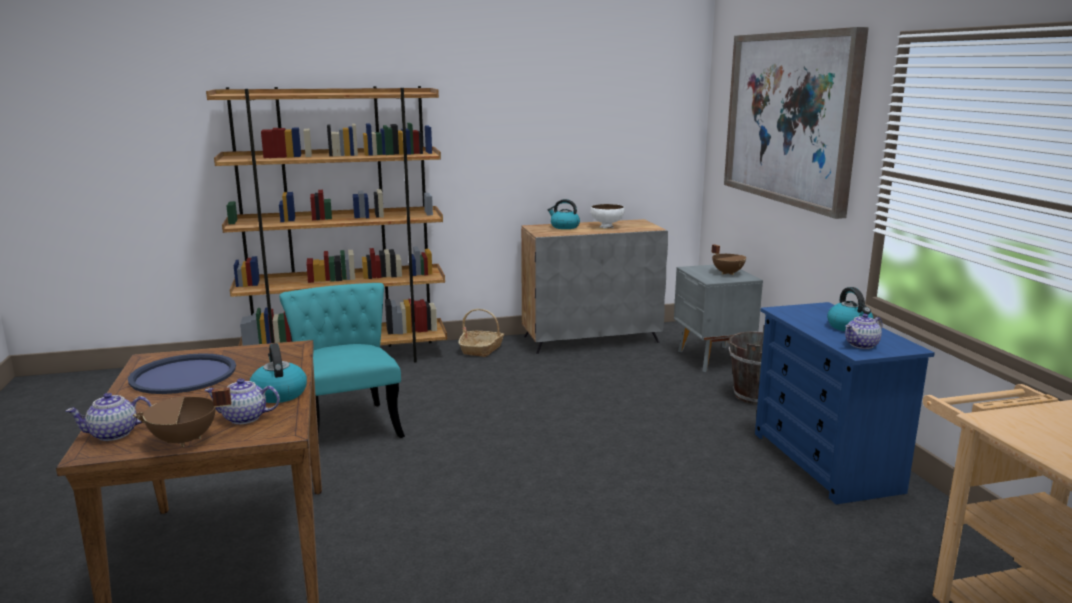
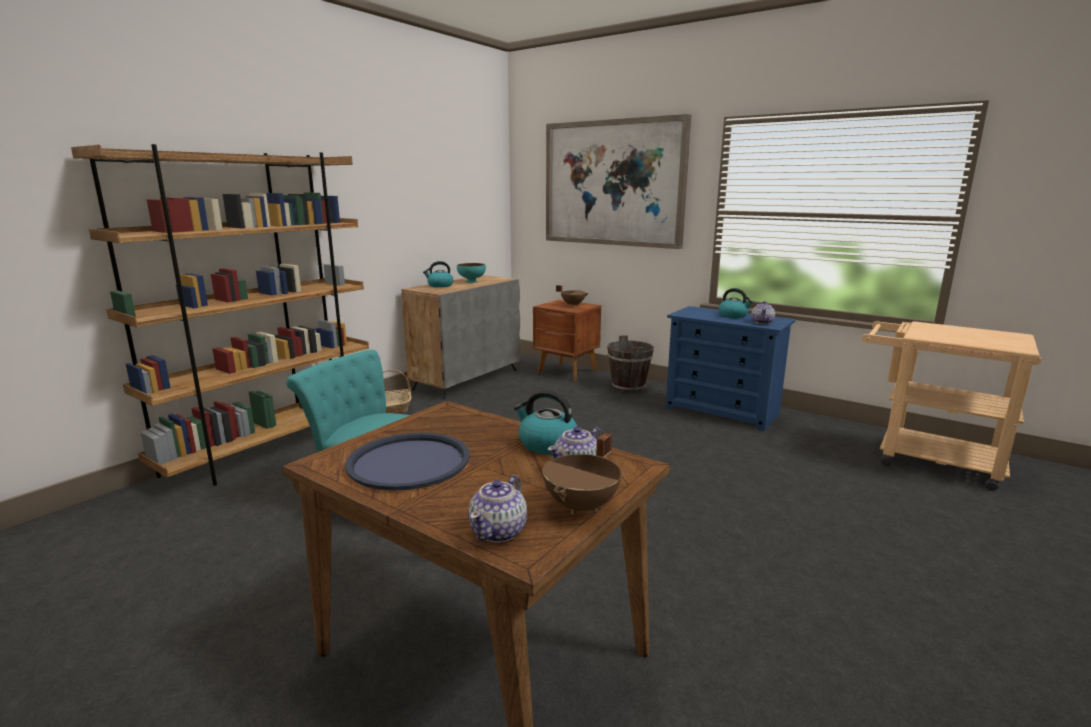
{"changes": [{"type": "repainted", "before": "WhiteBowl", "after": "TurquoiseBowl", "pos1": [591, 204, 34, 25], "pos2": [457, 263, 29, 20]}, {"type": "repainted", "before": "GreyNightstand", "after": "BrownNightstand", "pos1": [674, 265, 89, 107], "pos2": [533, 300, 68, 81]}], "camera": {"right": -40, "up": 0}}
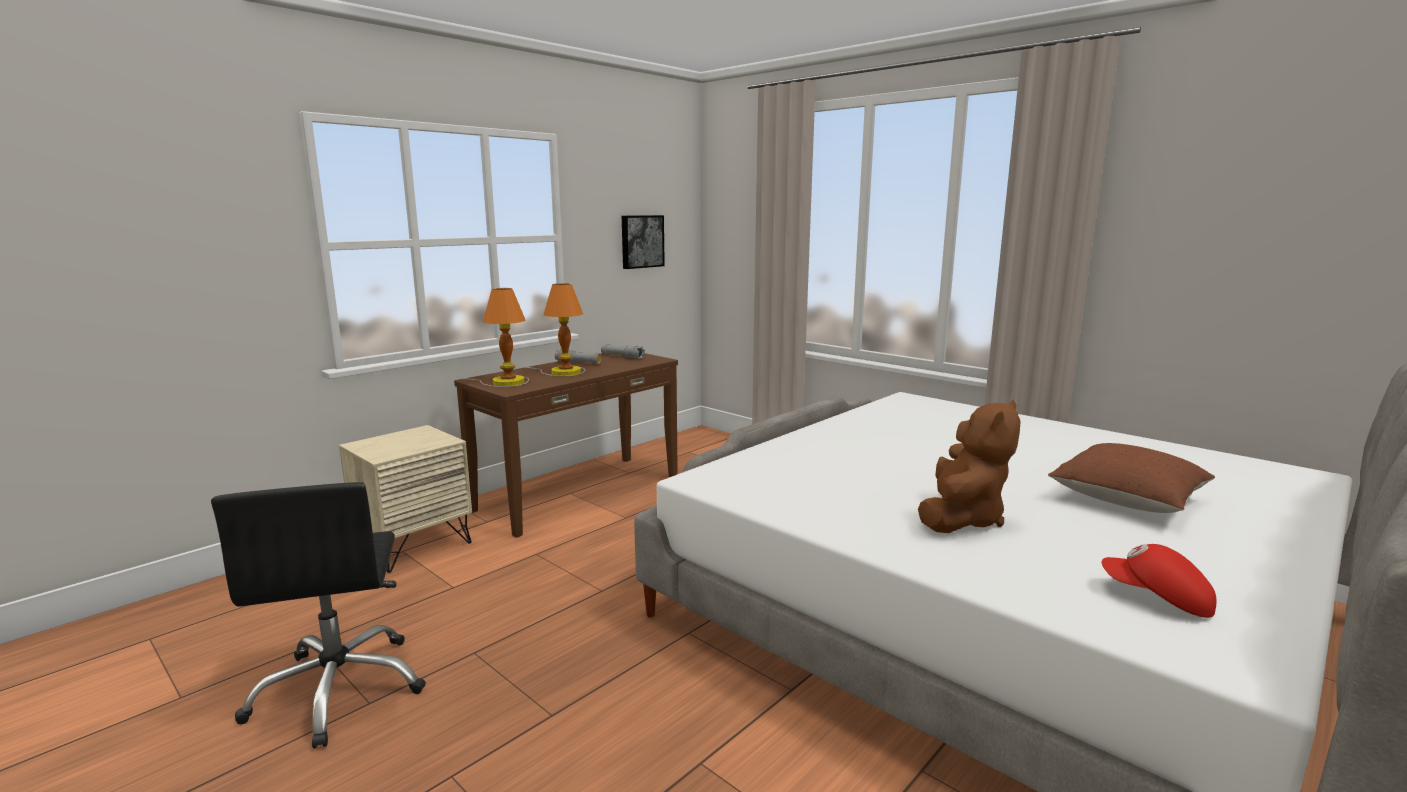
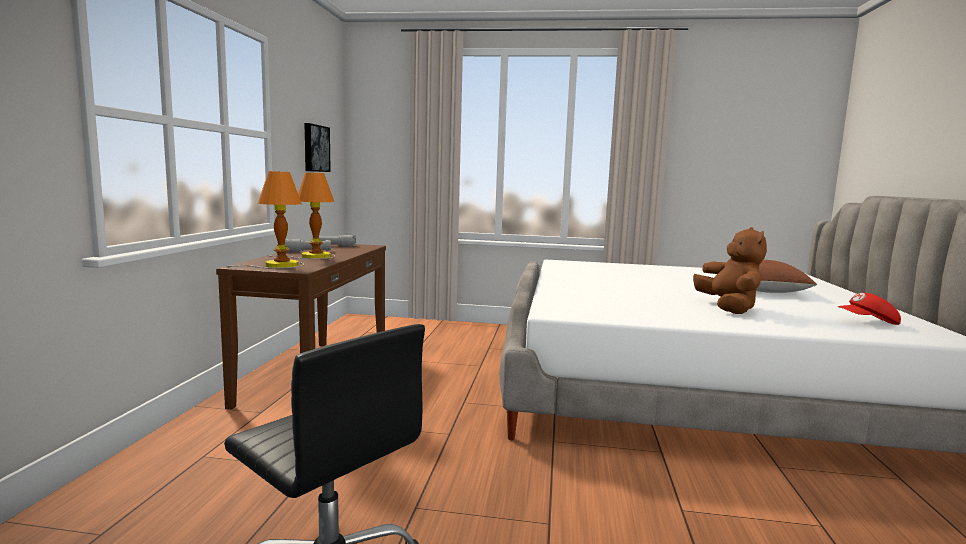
{"changes": [{"type": "gone", "before": "BeigeNightstand", "pos1": [339, 425, 133, 148]}], "camera": {"right": -35, "up": -5}}
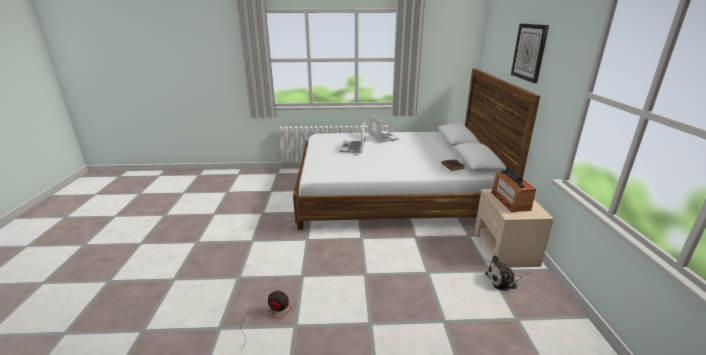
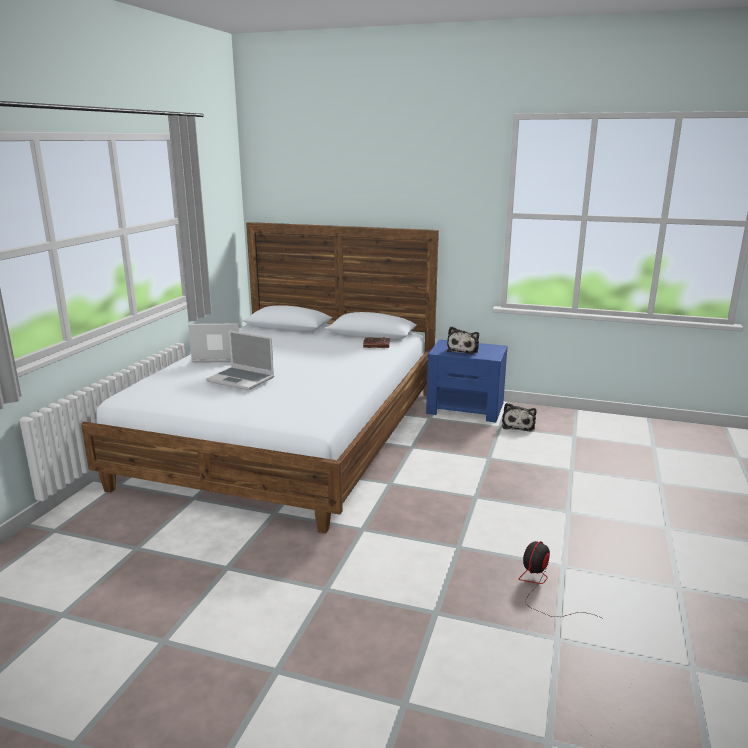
{"changes": [{"type": "repainted", "before": "BeigeNightstand", "after": "BlueNightstand", "pos1": [474, 189, 80, 79], "pos2": [426, 340, 82, 82]}, {"type": "swapped", "before": "Radio", "after": "PlushToy", "pos1": [491, 167, 45, 45], "pos2": [447, 326, 32, 28]}, {"type": "gone", "before": "WallClock", "pos1": [511, 23, 38, 60]}], "camera": {"right": -70, "up": -5}}
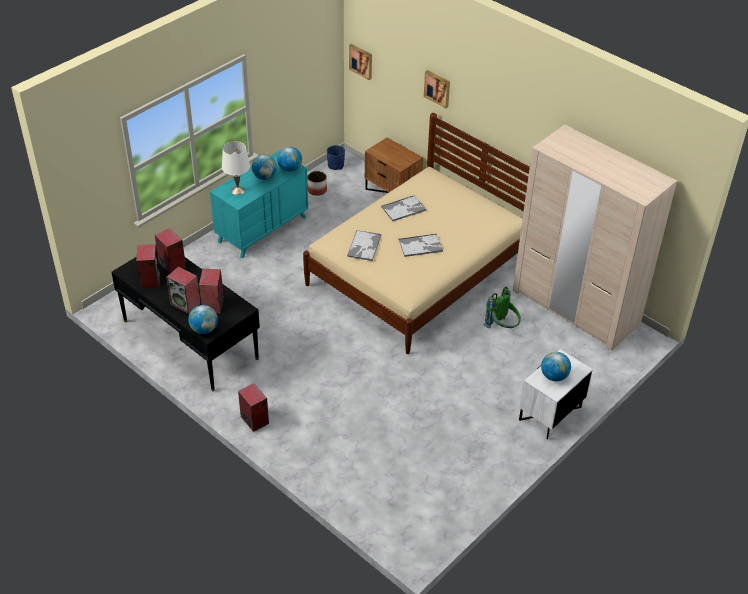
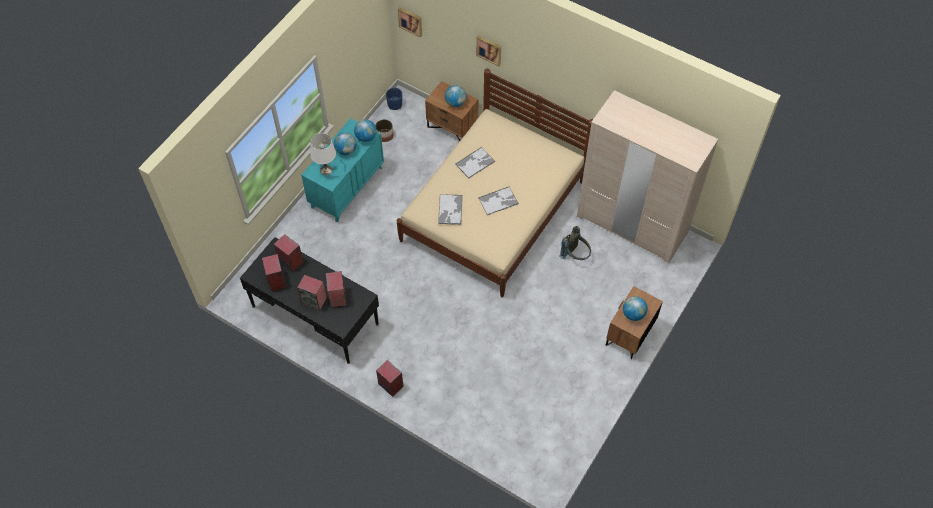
{"changes": [{"type": "shifted", "before": "Globe", "pos1": [188, 305, 30, 29], "pos2": [445, 85, 21, 22]}, {"type": "repainted", "before": "GreenBackpack", "after": "GreyBackpack", "pos1": [483, 287, 38, 41], "pos2": [559, 226, 32, 34]}, {"type": "repainted", "before": "WhiteNightstand", "after": "BrownNightstand", "pos1": [519, 349, 74, 90], "pos2": [606, 286, 57, 73]}], "camera": {"right": -10, "up": 15}}
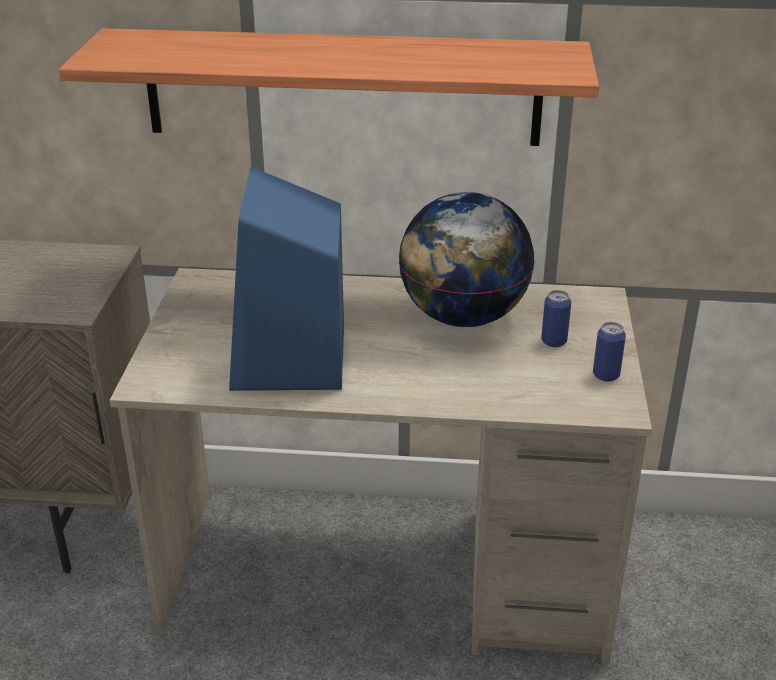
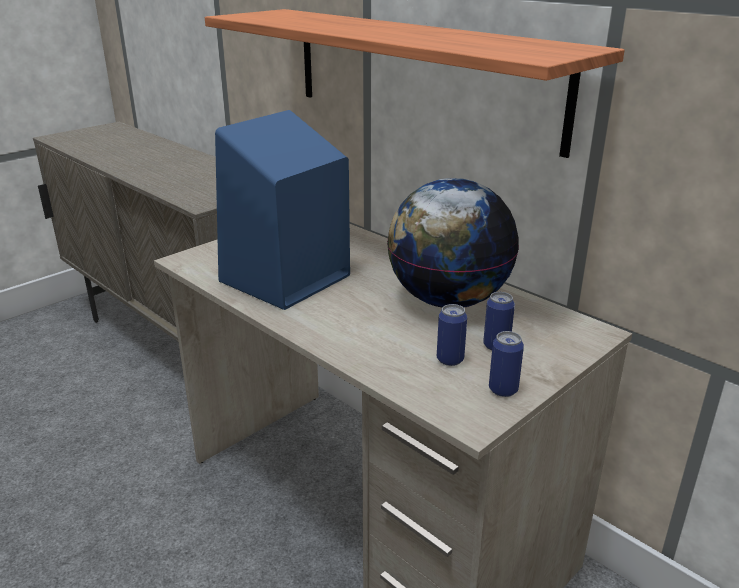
{"changes": [{"type": "new", "after": "Can", "pos2": [437, 304, 30, 62]}], "camera": {"right": 40, "up": -5}}
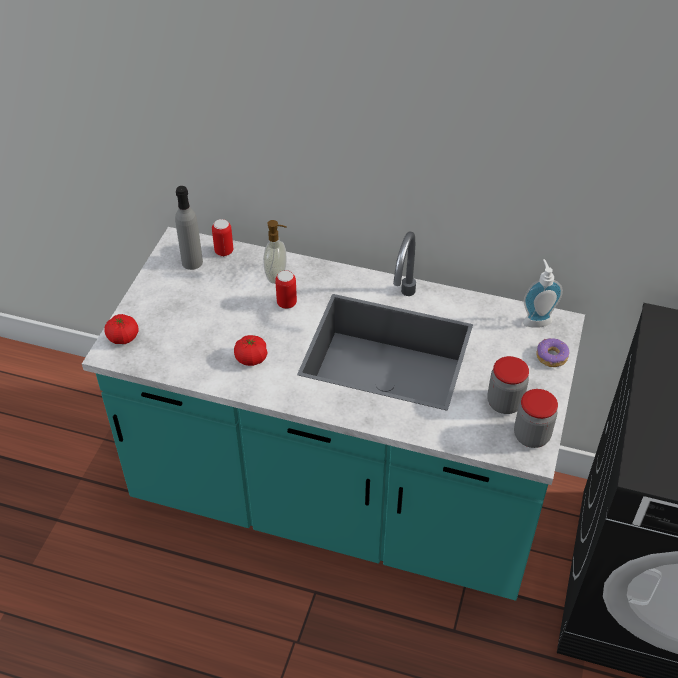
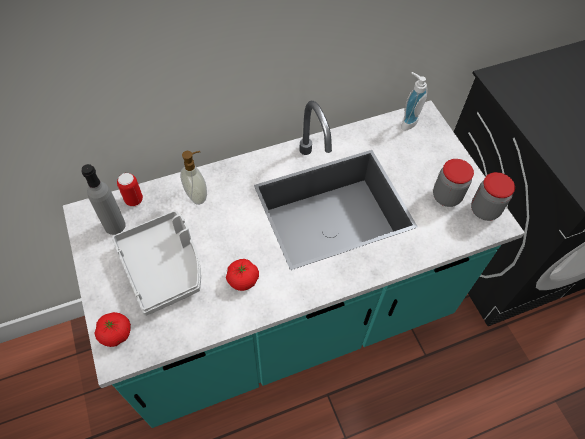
{"changes": [{"type": "gone", "before": "Can", "pos1": [275, 270, 22, 39]}, {"type": "gone", "before": "Donut", "pos1": [537, 338, 32, 29]}, {"type": "new", "after": "GreyTray", "pos2": [112, 211, 89, 105]}], "camera": {"right": -40, "up": 10}}
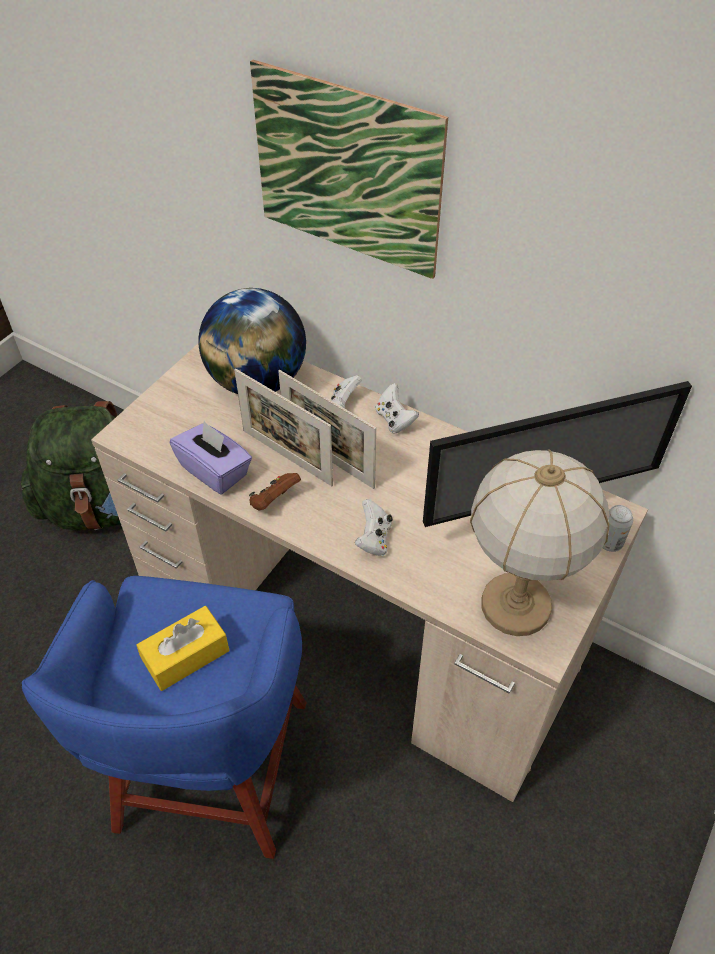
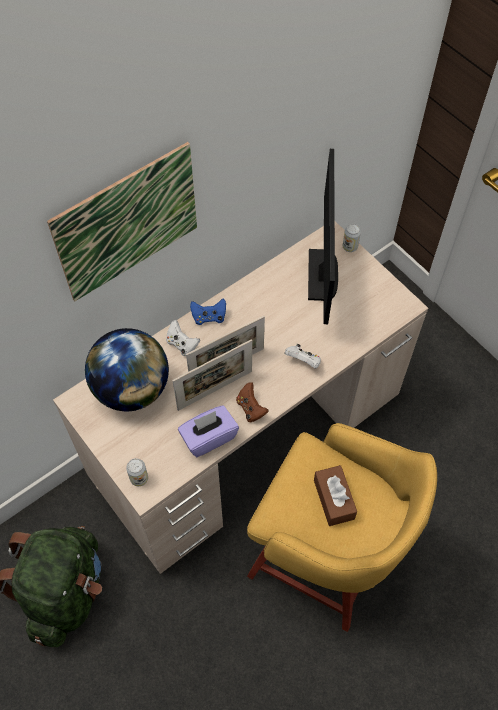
{"changes": [{"type": "repainted", "before": "BlueStool", "after": "YellowStool", "pos1": [22, 576, 284, 283], "pos2": [247, 423, 190, 209]}, {"type": "repainted", "before": "YellowTissueBox", "after": "BrownTissueBox", "pos1": [136, 606, 93, 85], "pos2": [314, 465, 43, 61]}, {"type": "repainted", "before": "WhiteGameController", "after": "BlueGameController", "pos1": [376, 383, 43, 50], "pos2": [190, 298, 36, 27]}, {"type": "gone", "before": "TableLamp", "pos1": [470, 449, 139, 187]}, {"type": "new", "after": "Can", "pos2": [126, 458, 22, 28]}], "camera": {"right": -70, "up": 10}}
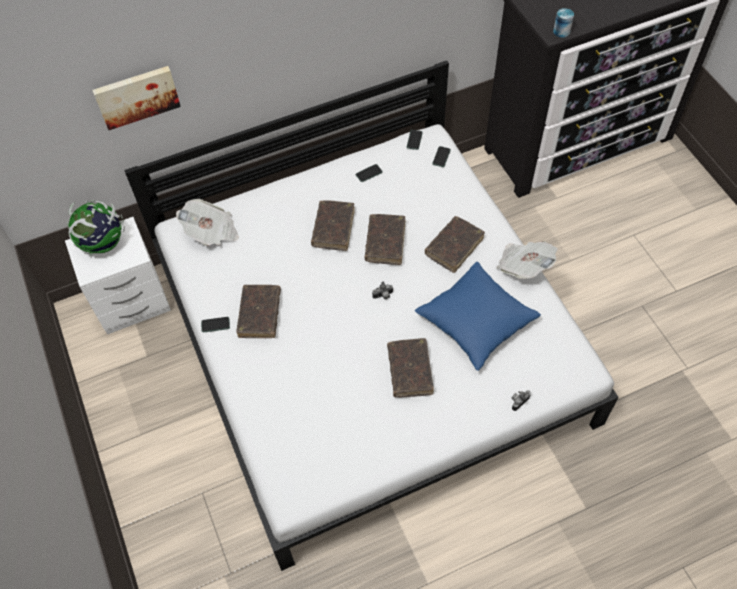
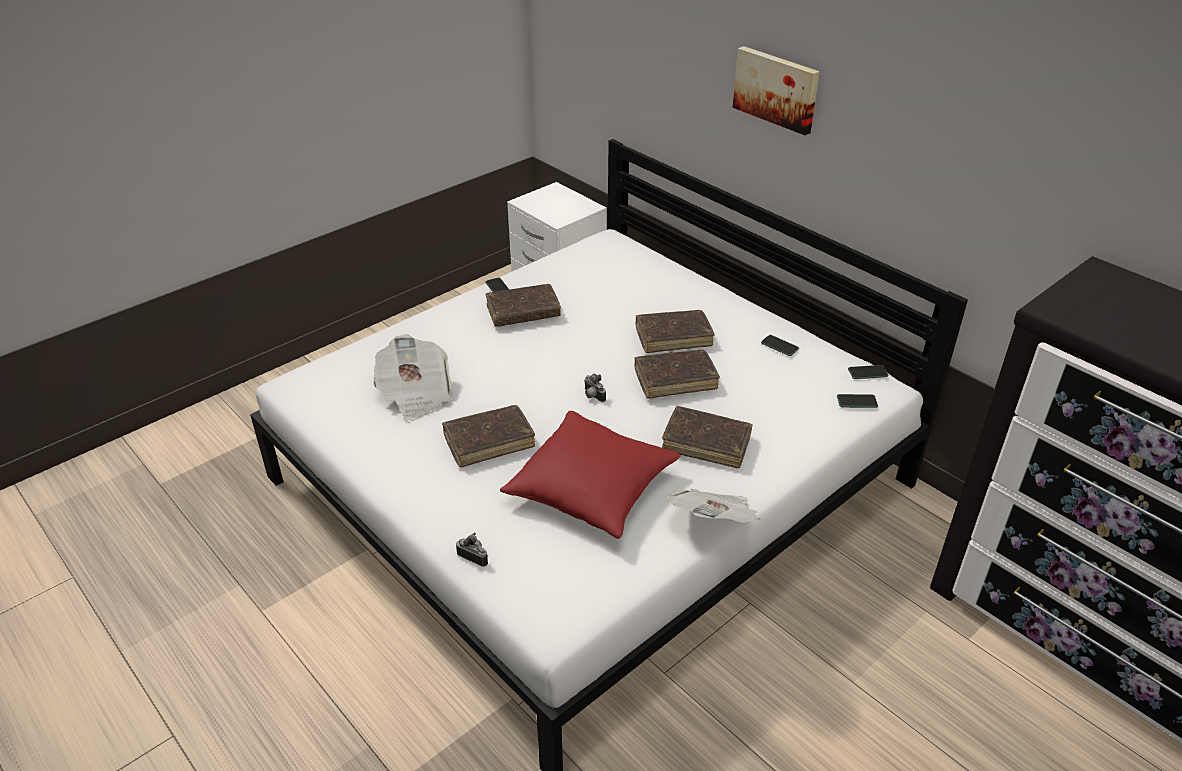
{"changes": [{"type": "gone", "before": "Globe", "pos1": [67, 200, 58, 55]}, {"type": "shifted", "before": "Picture", "pos1": [93, 66, 88, 64], "pos2": [733, 46, 87, 89]}, {"type": "shifted", "before": "Newspaper", "pos1": [176, 199, 63, 47], "pos2": [373, 335, 78, 86]}, {"type": "repainted", "before": "BluePillow", "after": "RedPillow", "pos1": [415, 262, 126, 109], "pos2": [500, 411, 181, 128]}, {"type": "gone", "before": "Can", "pos1": [553, 8, 21, 30]}], "camera": {"right": 70, "up": -20}}
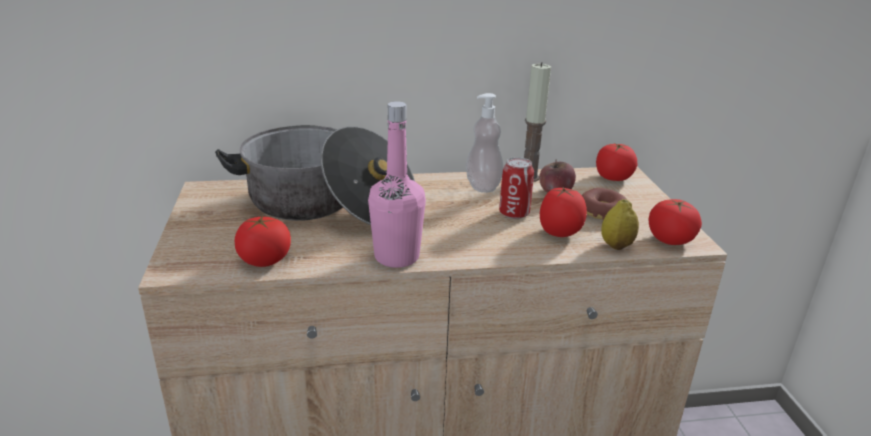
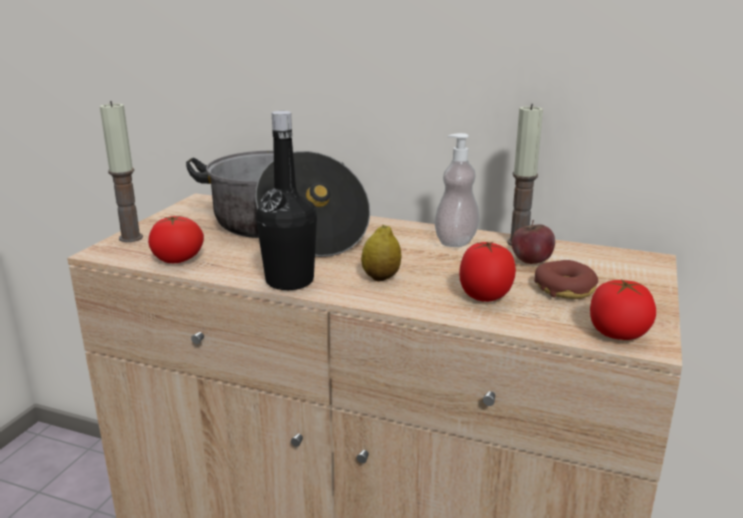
{"changes": [{"type": "repainted", "before": "PinkBottle", "after": "BlackBottle", "pos1": [368, 101, 58, 167], "pos2": [256, 111, 61, 179]}, {"type": "gone", "before": "Can", "pos1": [499, 157, 35, 62]}, {"type": "gone", "before": "Tomato", "pos1": [596, 144, 41, 37]}, {"type": "shifted", "before": "Lemon", "pos1": [601, 199, 38, 51], "pos2": [361, 225, 40, 56]}, {"type": "new", "after": "Candle", "pos2": [100, 101, 43, 141]}], "camera": {"right": 30, "up": -5}}
